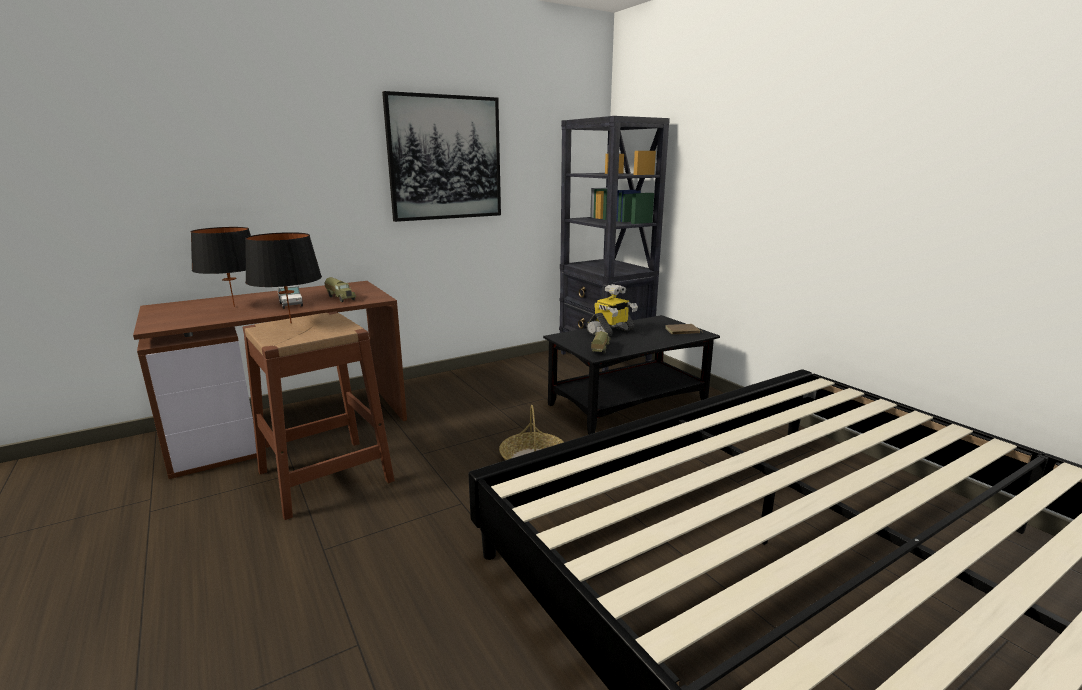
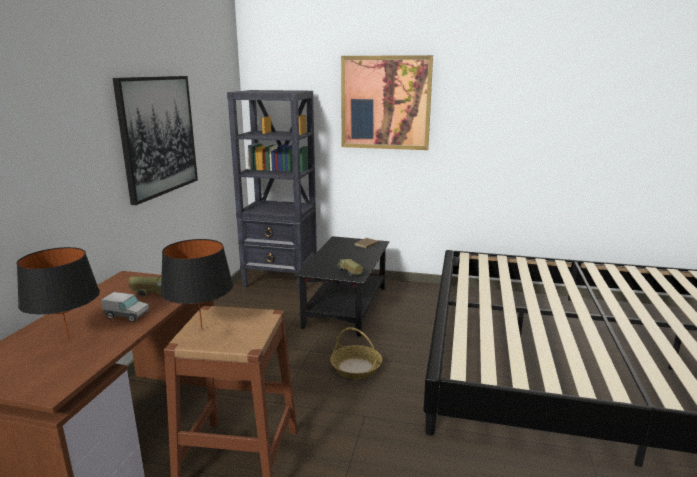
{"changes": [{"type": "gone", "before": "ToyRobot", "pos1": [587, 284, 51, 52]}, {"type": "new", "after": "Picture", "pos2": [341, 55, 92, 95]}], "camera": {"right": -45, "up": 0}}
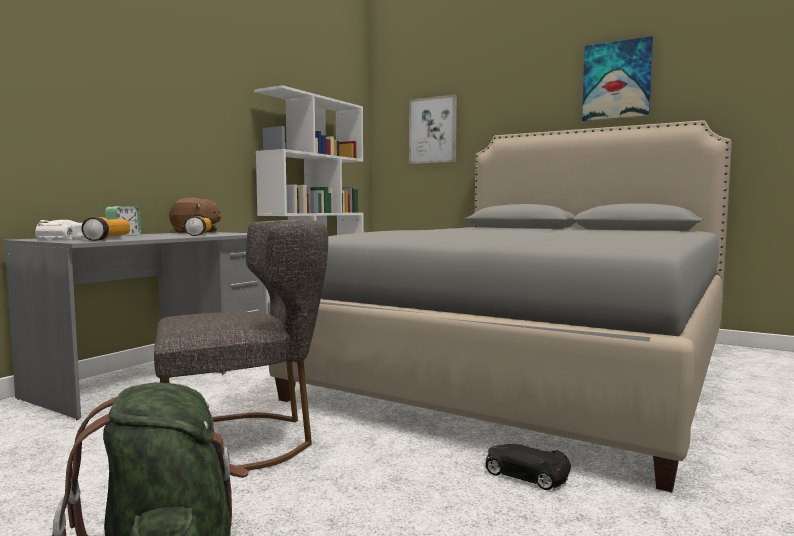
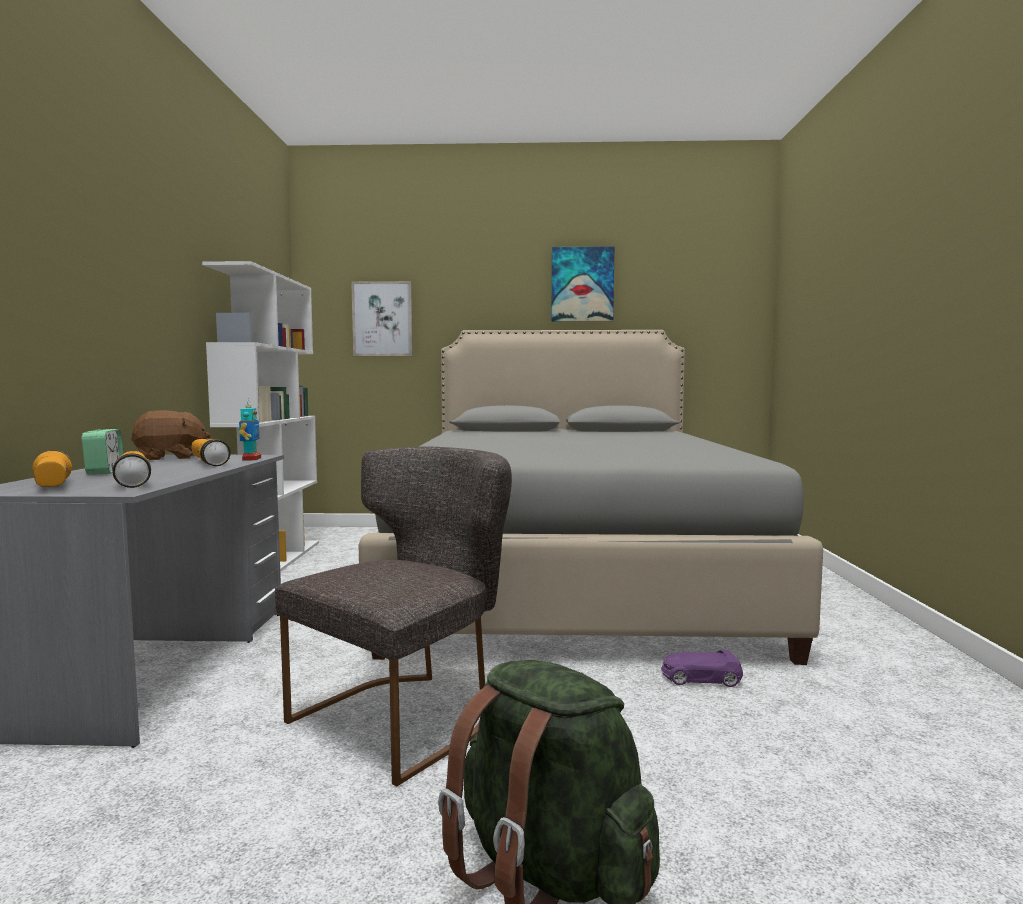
{"changes": [{"type": "swapped", "before": "WhiteToyCar", "after": "Flashlight", "pos1": [35, 220, 51, 20], "pos2": [32, 450, 40, 37]}, {"type": "repainted", "before": "BlackToyCar", "after": "PurpleToyCar", "pos1": [485, 444, 86, 46], "pos2": [661, 650, 82, 37]}, {"type": "new", "after": "ToyRobot", "pos2": [239, 399, 22, 61]}], "camera": {"right": -30, "up": 0}}
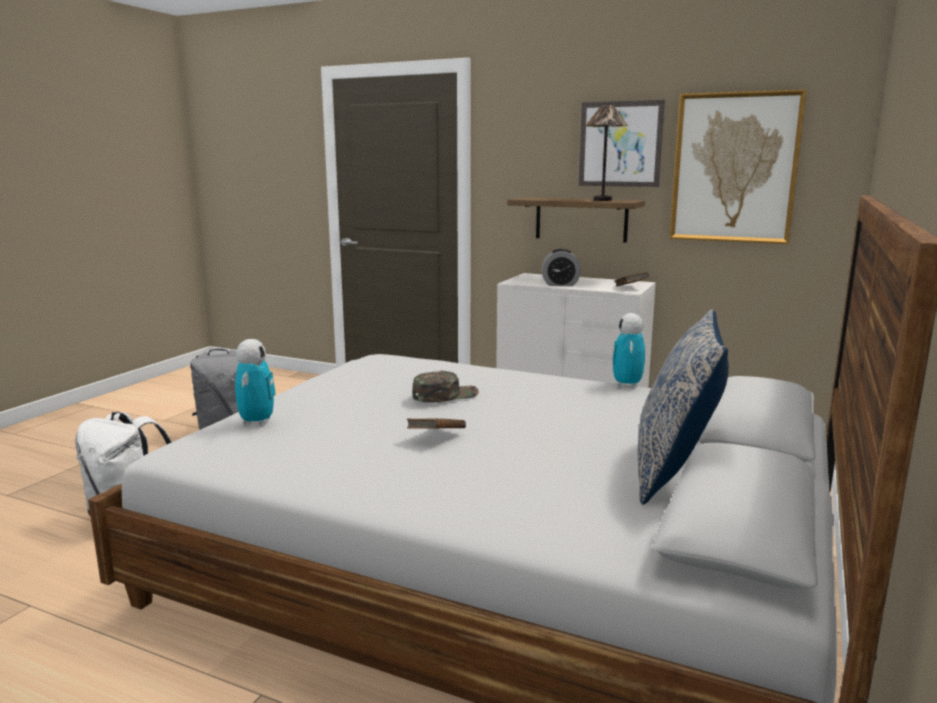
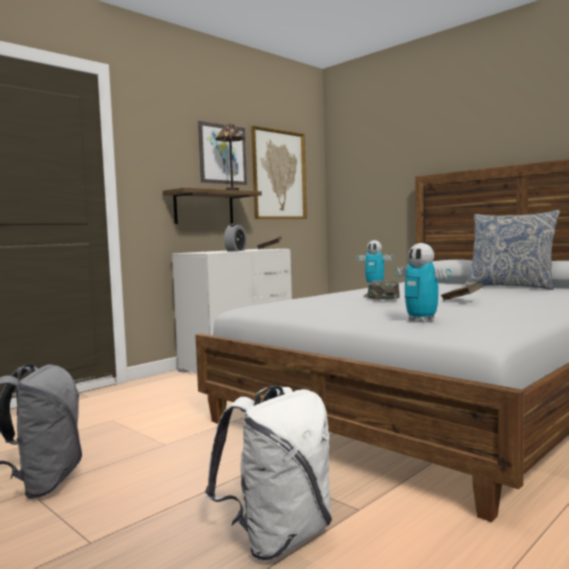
{"changes": [{"type": "rotated", "before": "ToyRobot", "pos1": [235, 339, 41, 87], "pos2": [394, 243, 57, 79], "turn": -150}], "camera": {"right": -70, "up": -10}}
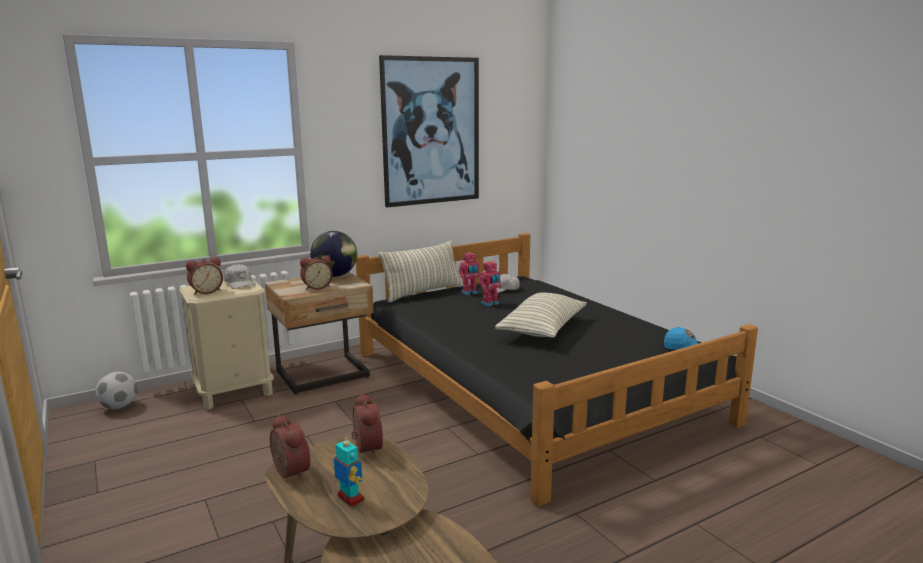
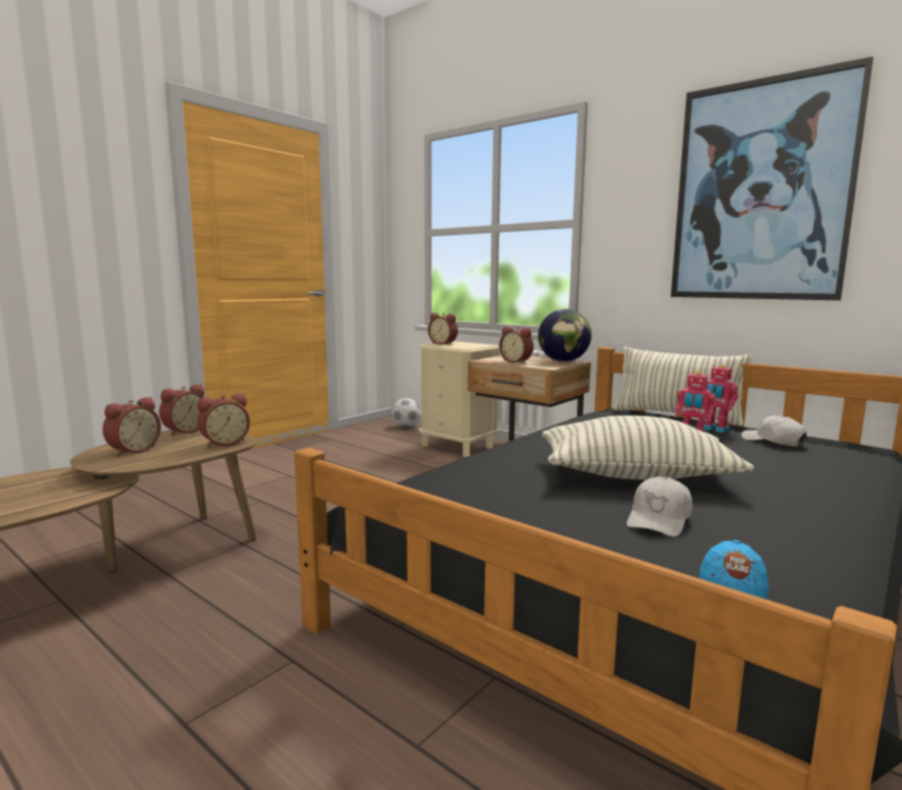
{"changes": [{"type": "shifted", "before": "WhiteCap", "pos1": [224, 264, 32, 25], "pos2": [626, 476, 67, 61]}, {"type": "swapped", "before": "ToyRobot", "after": "AlarmClock", "pos1": [333, 435, 31, 72], "pos2": [103, 397, 58, 59]}], "camera": {"right": 70, "up": -5}}
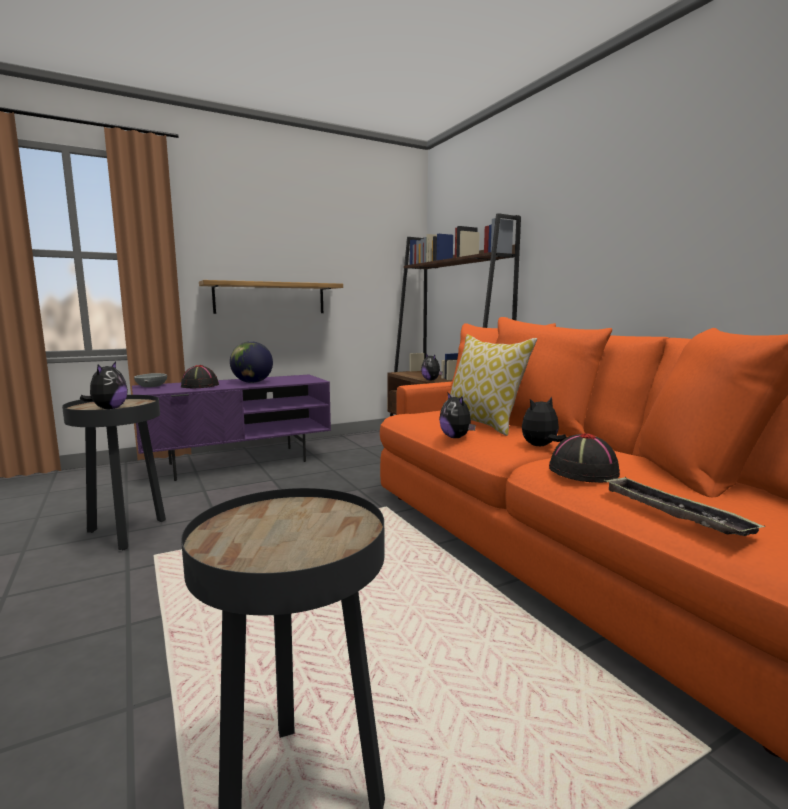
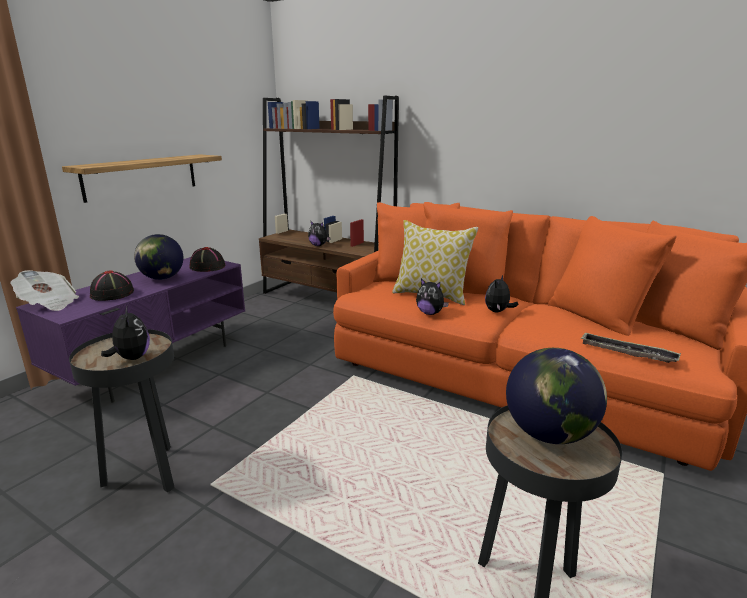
{"changes": [{"type": "swapped", "before": "GreyBowl", "after": "Newspaper", "pos1": [134, 373, 33, 14], "pos2": [10, 270, 69, 41]}, {"type": "shifted", "before": "BlackHat", "pos1": [549, 433, 71, 50], "pos2": [189, 247, 36, 25]}, {"type": "new", "after": "Globe", "pos2": [506, 348, 101, 96]}], "camera": {"right": -30, "up": 10}}
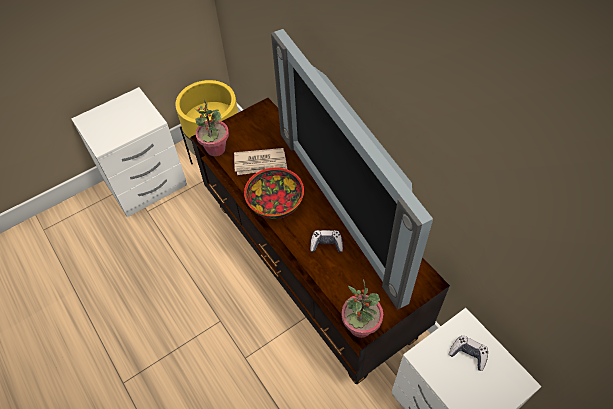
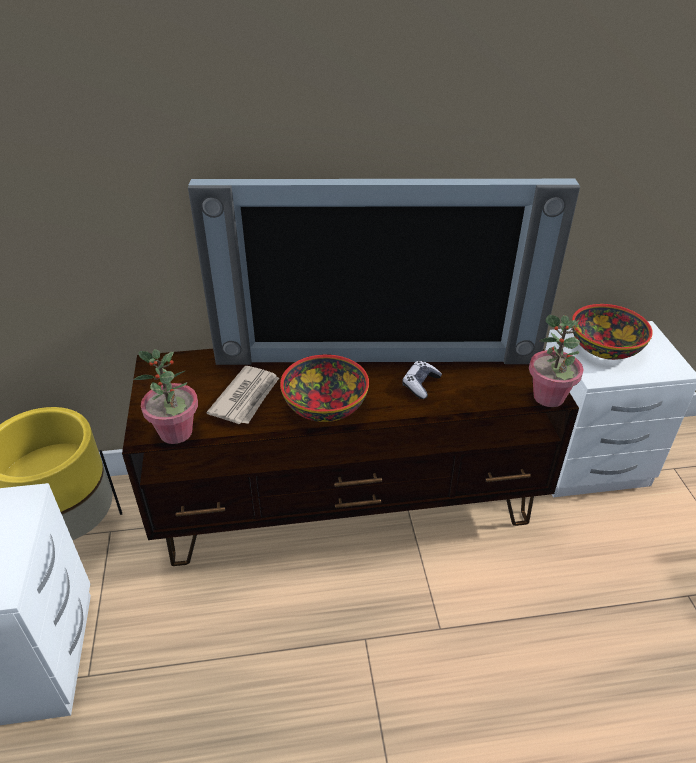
{"changes": [{"type": "swapped", "before": "GameController", "after": "Bowl", "pos1": [449, 335, 39, 36], "pos2": [572, 304, 81, 56]}], "camera": {"right": -65, "up": -15}}
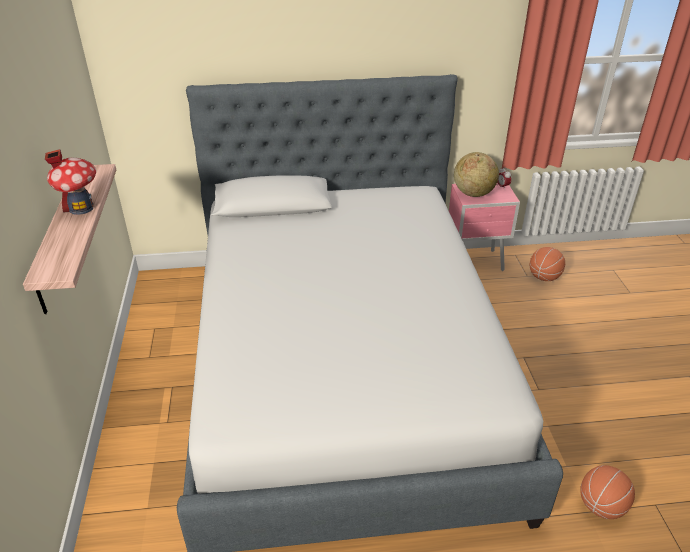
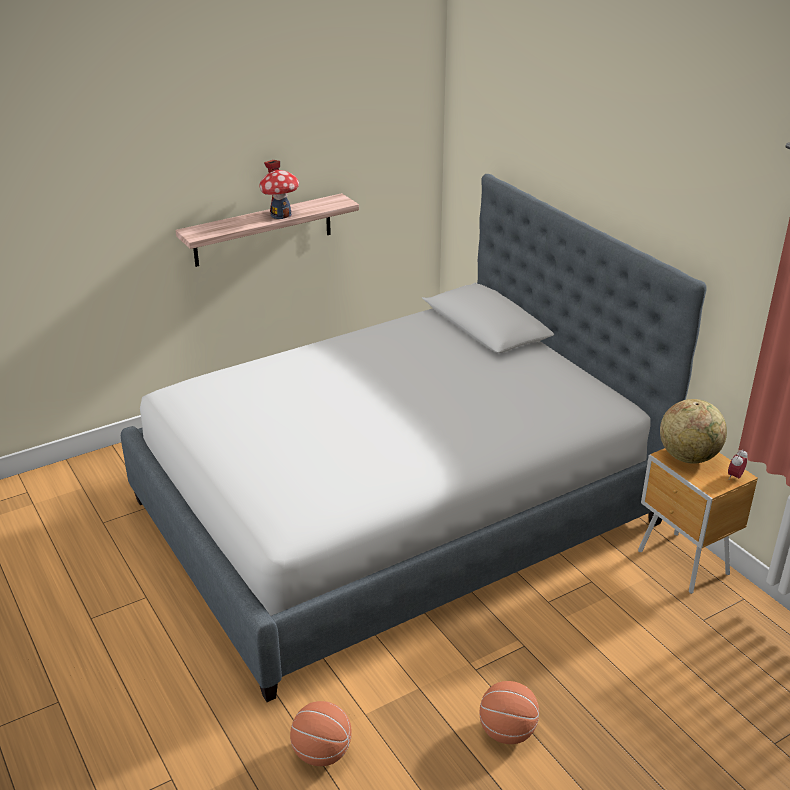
{"changes": [{"type": "repainted", "before": "PinkNightstand", "after": "BrownNightstand", "pos1": [449, 183, 71, 88], "pos2": [638, 448, 120, 146]}, {"type": "shifted", "before": "Basketball", "pos1": [530, 247, 35, 34], "pos2": [480, 681, 59, 63]}], "camera": {"right": 65, "up": -5}}
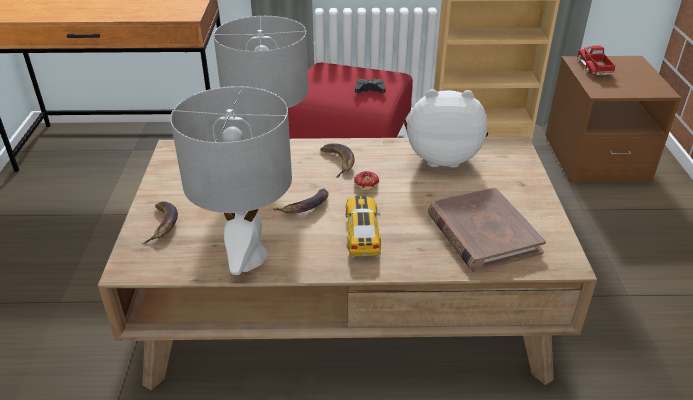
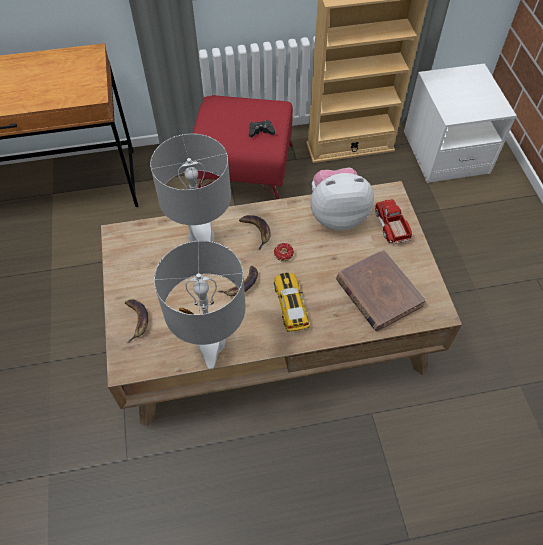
{"changes": [{"type": "repainted", "before": "BrownNightstand", "after": "WhiteNightstand", "pos1": [545, 56, 136, 127], "pos2": [404, 63, 113, 120]}, {"type": "shifted", "before": "ToyTruck", "pos1": [576, 46, 39, 29], "pos2": [374, 199, 38, 45]}], "camera": {"right": -10, "up": 20}}
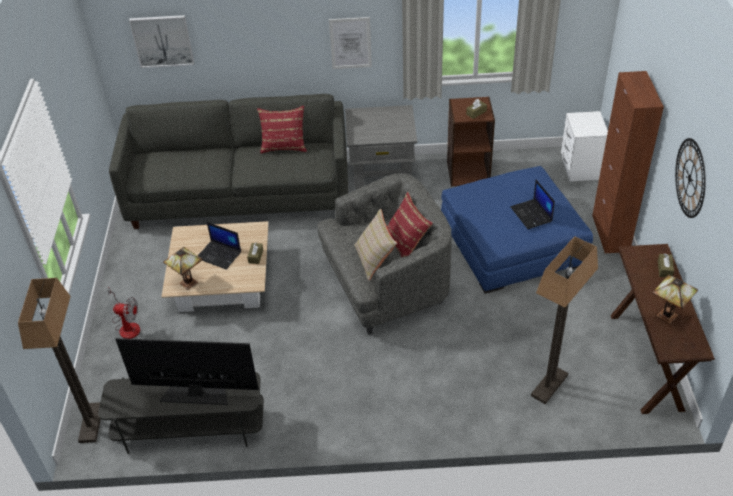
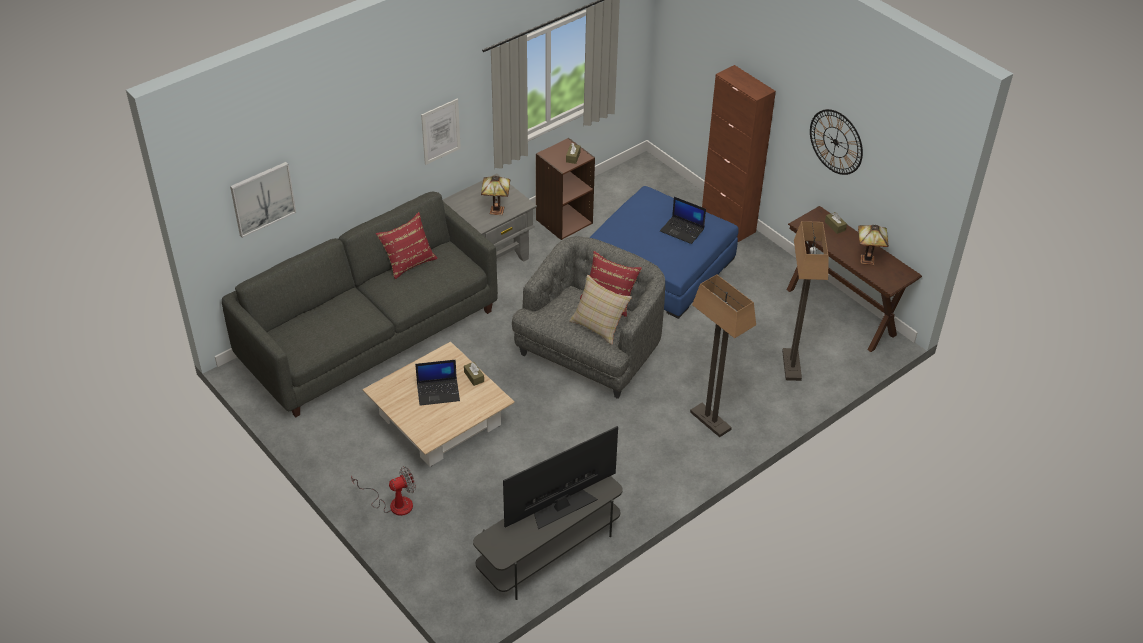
{"changes": [{"type": "shifted", "before": "FloorLamp", "pos1": [18, 278, 83, 165], "pos2": [690, 274, 66, 163]}, {"type": "shifted", "before": "TableLamp", "pos1": [163, 247, 40, 43], "pos2": [481, 175, 29, 40]}, {"type": "gone", "before": "WhiteNightstand", "pos1": [561, 111, 47, 71]}], "camera": {"right": -40, "up": 0}}
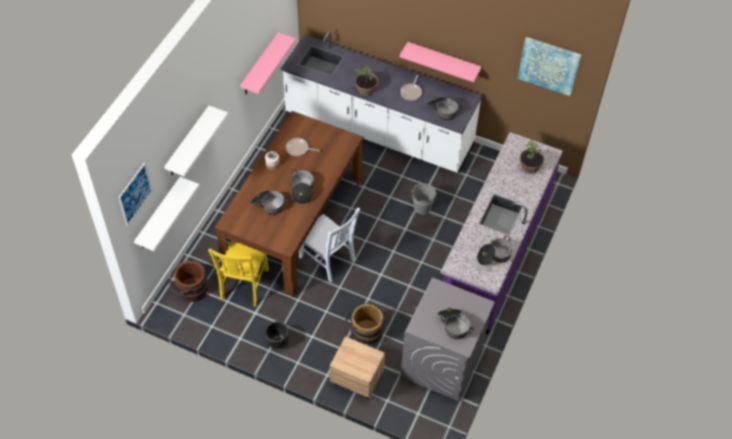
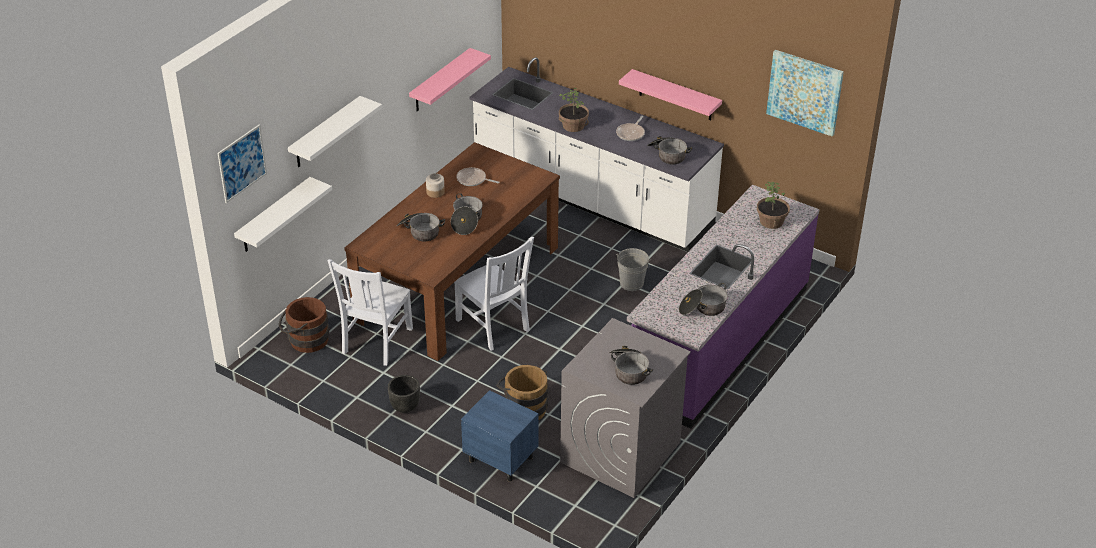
{"changes": [{"type": "repainted", "before": "YellowChair", "after": "WhiteChair", "pos1": [208, 241, 61, 65], "pos2": [327, 259, 86, 107]}, {"type": "repainted", "before": "BeigeNightstand", "after": "BlueNightstand", "pos1": [330, 336, 55, 63], "pos2": [461, 390, 78, 92]}], "camera": {"right": 10, "up": -15}}
